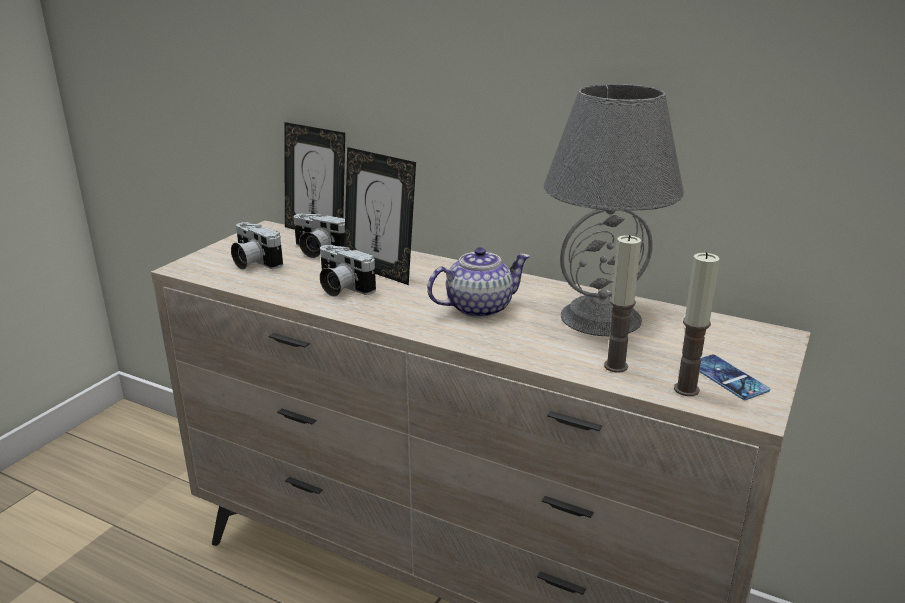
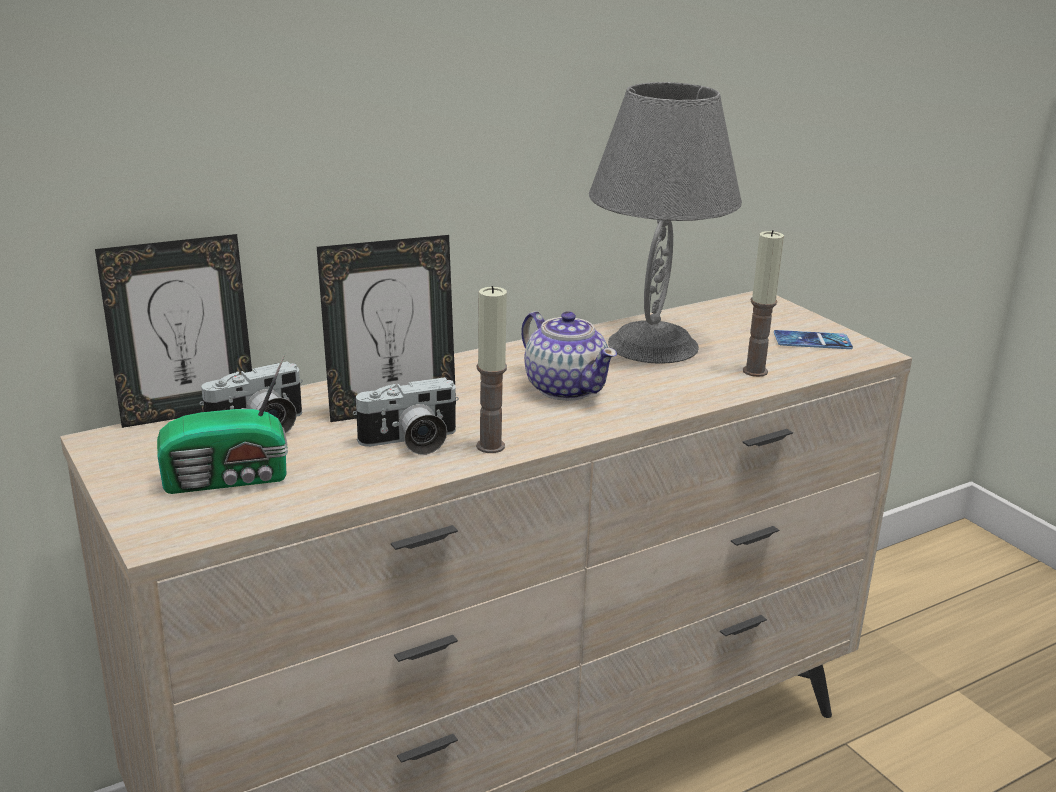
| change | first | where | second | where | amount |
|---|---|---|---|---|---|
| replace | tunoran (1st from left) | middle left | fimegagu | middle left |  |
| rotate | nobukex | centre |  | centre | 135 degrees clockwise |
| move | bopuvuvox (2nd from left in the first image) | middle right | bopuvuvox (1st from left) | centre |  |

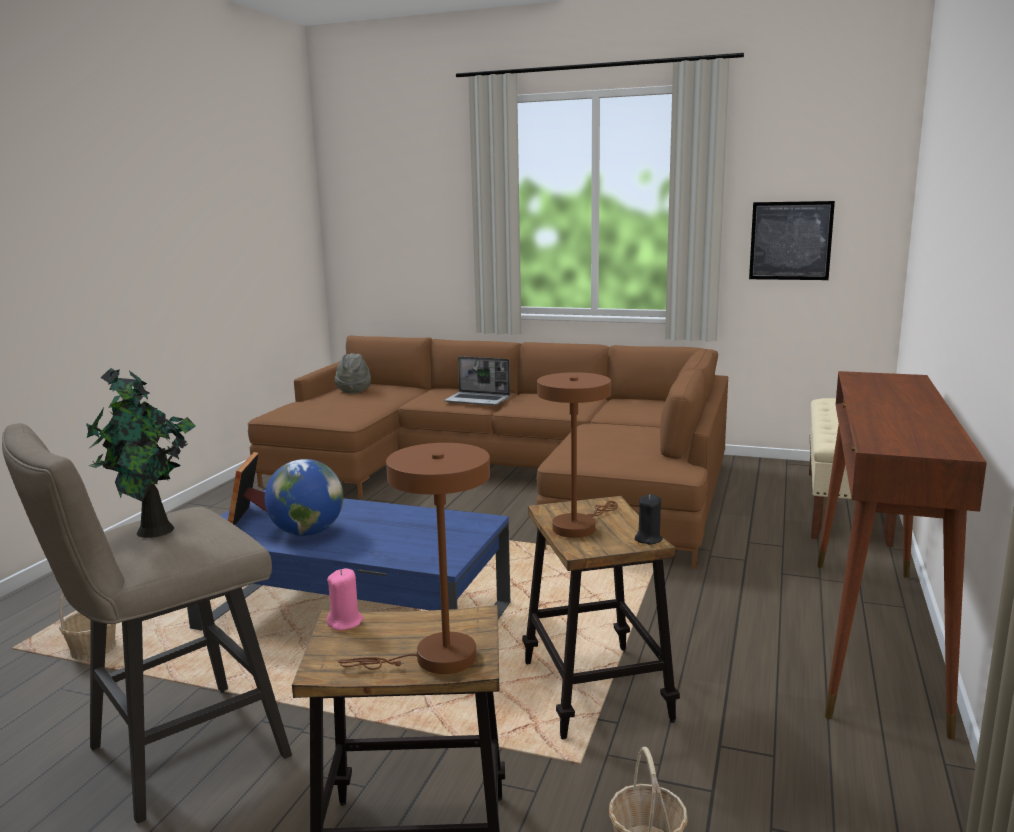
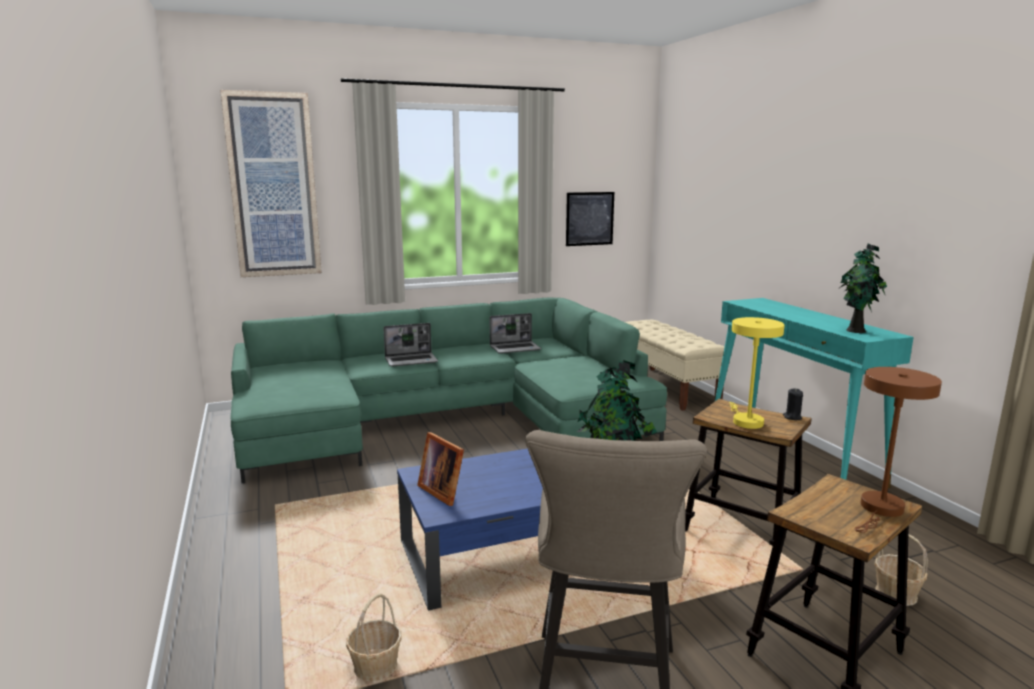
| change | first | where | second | where | amount |
|---|---|---|---|---|---|
| recolor | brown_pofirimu | centre | green_pofirimu | centre |  |
| delete | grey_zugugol | centre |  |  |  |
| recolor | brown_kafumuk | bottom right | turquoise_kafumuk | middle right |  |
| recolor | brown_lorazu (2nd from left) | centre | yellow_lorazu | middle right |  |
| delete | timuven | middle left |  |  |  |
| delete | pink_bopuvuvox | bottom centre |  |  |  |
| insert |  |  | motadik (1st from left) | top left |  |
| insert |  |  | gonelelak (2nd from left) | middle right |  |
| insert |  |  | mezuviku (2nd from left) | centre |  |

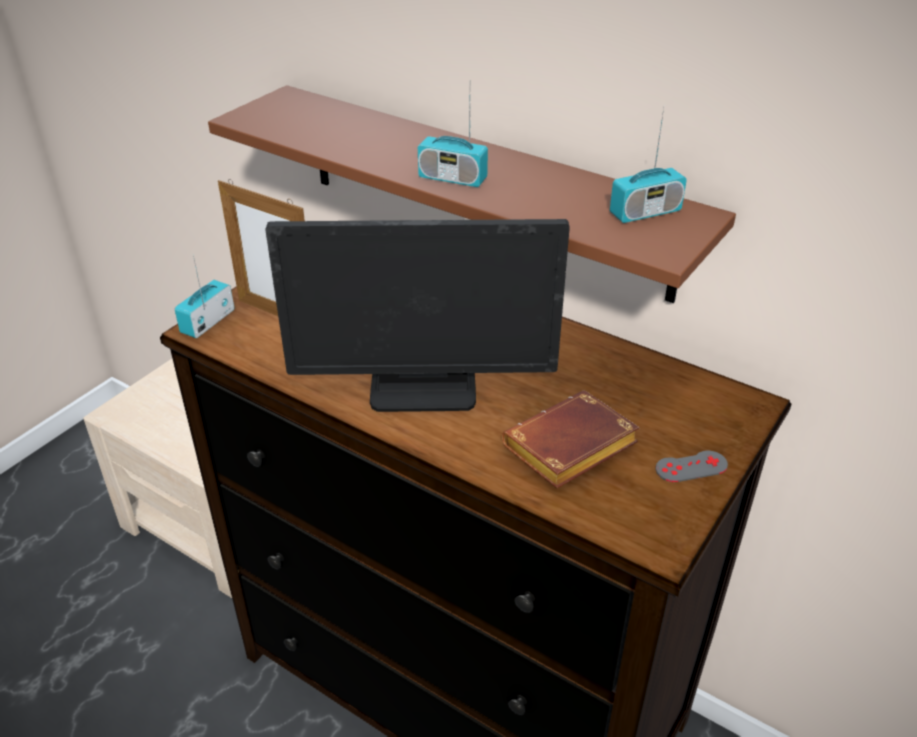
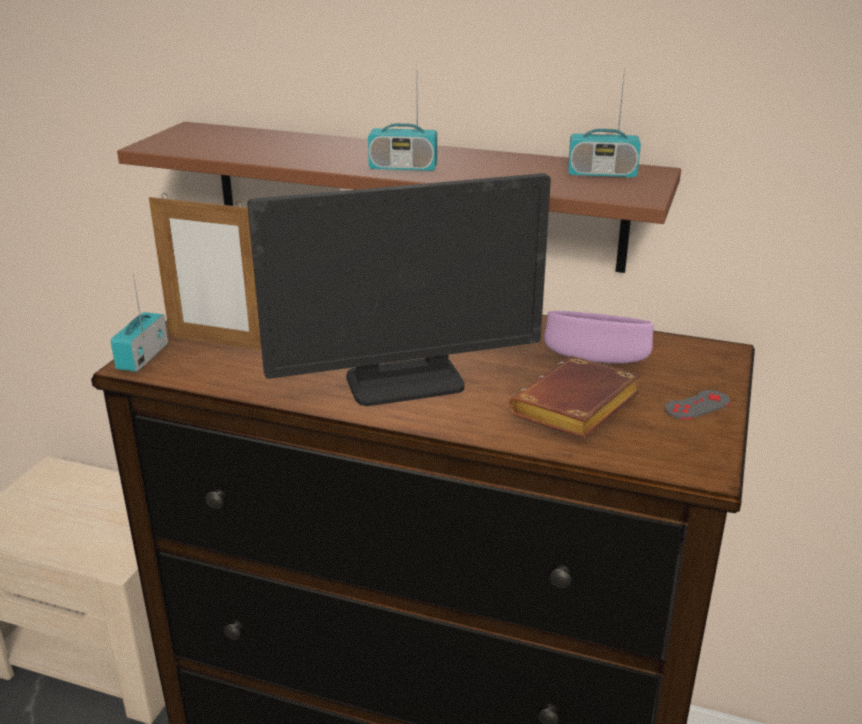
| change | first | where | second | where | amount |
|---|---|---|---|---|---|
| rotate | fimegagu (3rd from left) | top right |  | top right | 45 degrees clockwise |
| insert |  |  | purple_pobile | middle right |  |

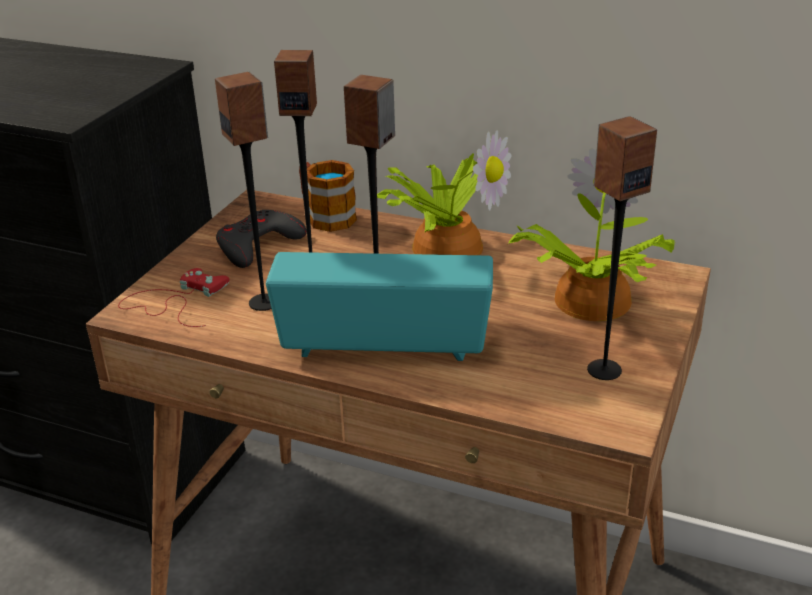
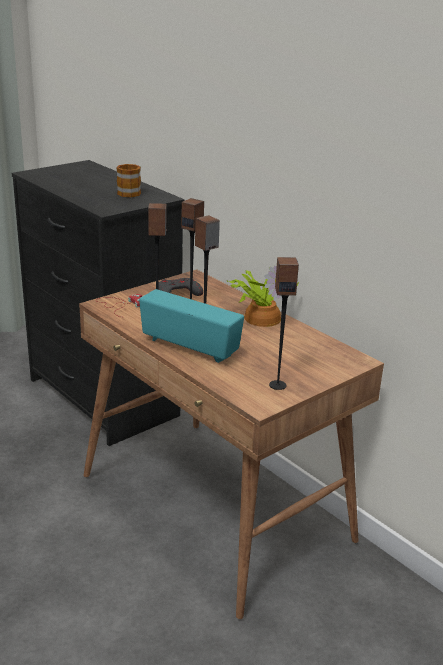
| change | first | where | second | where | amount |
|---|---|---|---|---|---|
| delete | gonelelak (2nd from left) | middle right |  |  |  |
| move | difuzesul | top centre |  | top left |  |

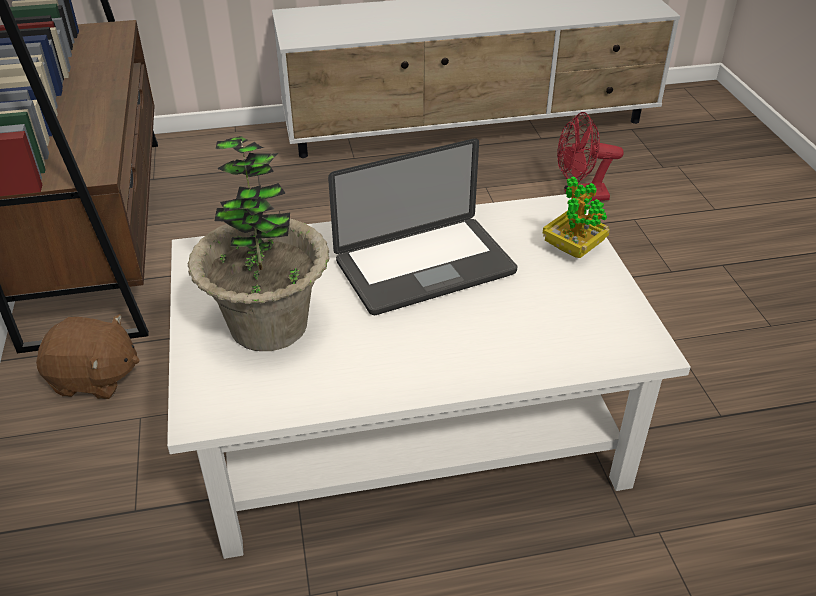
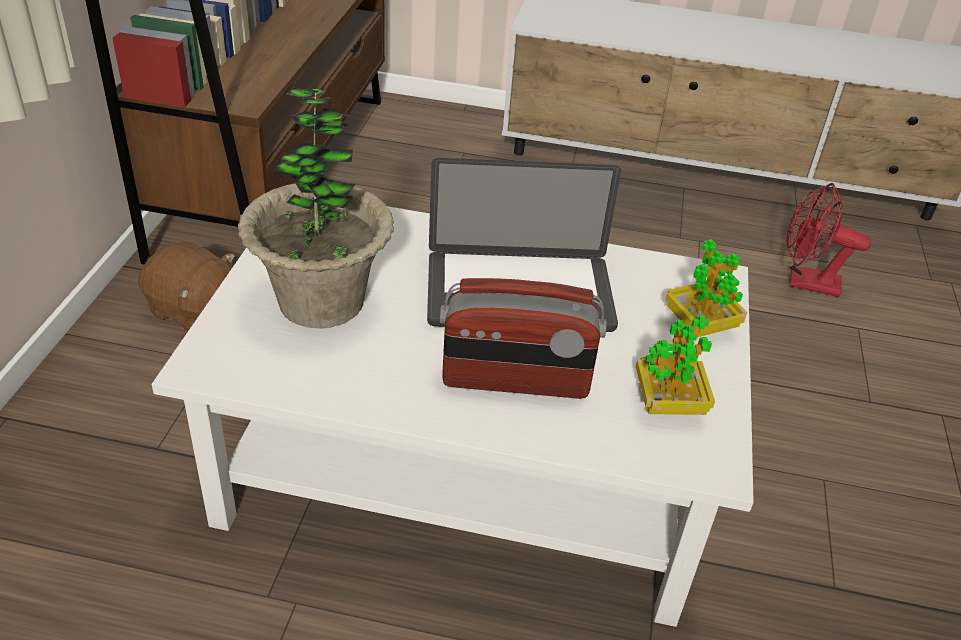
| change | first | where | second | where | amount |
|---|---|---|---|---|---|
| insert |  |  | fimegagu | centre |  |
| insert |  |  | gonelelak (2nd from left) | middle right |  |

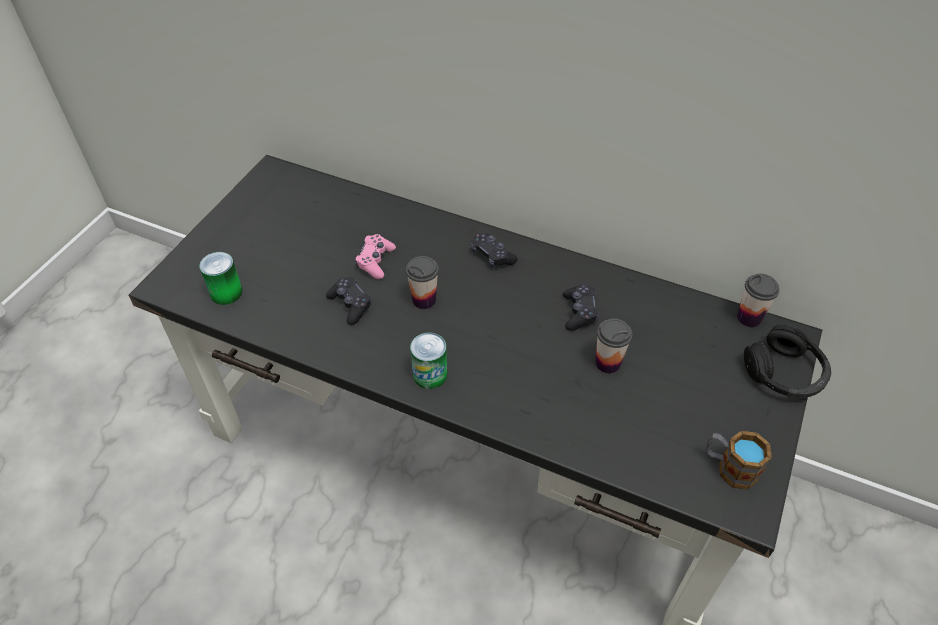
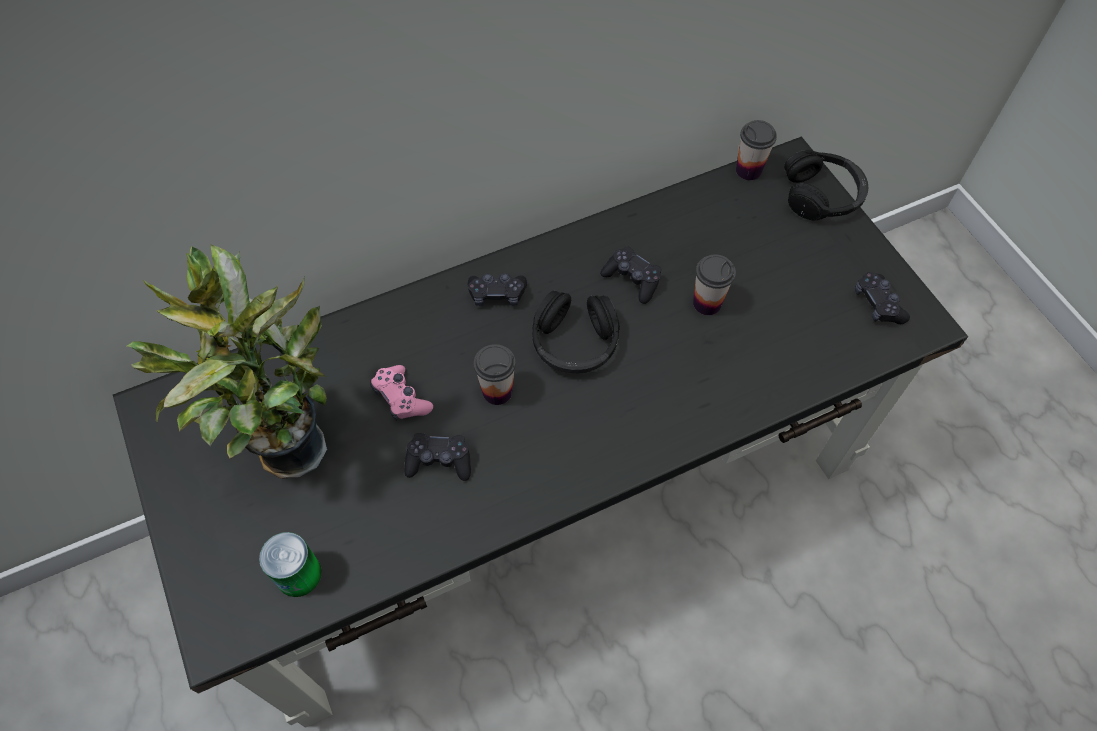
| change | first | where | second | where | amount |
|---|---|---|---|---|---|
| delete | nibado (2nd from left) | centre |  |  |  |
| replace | difuzesul | bottom right | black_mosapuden (4th from left) | middle right |  |
| insert |  |  | gonelelak | middle left |  |
| insert |  |  | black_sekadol (1st from left) | centre |  |

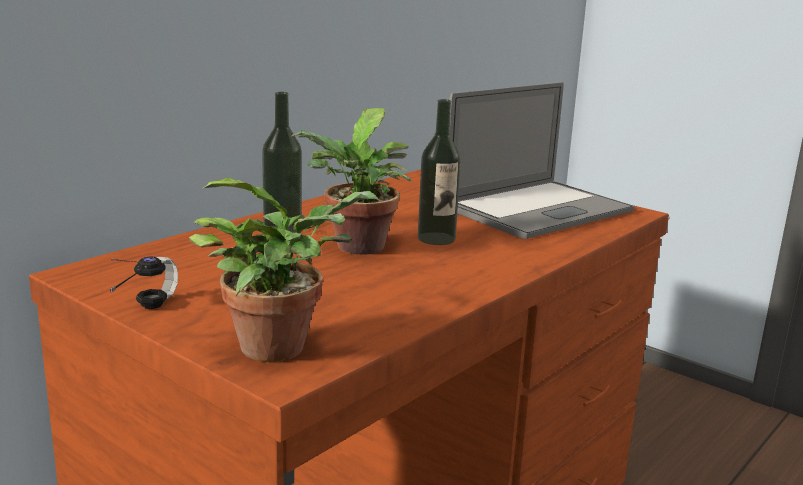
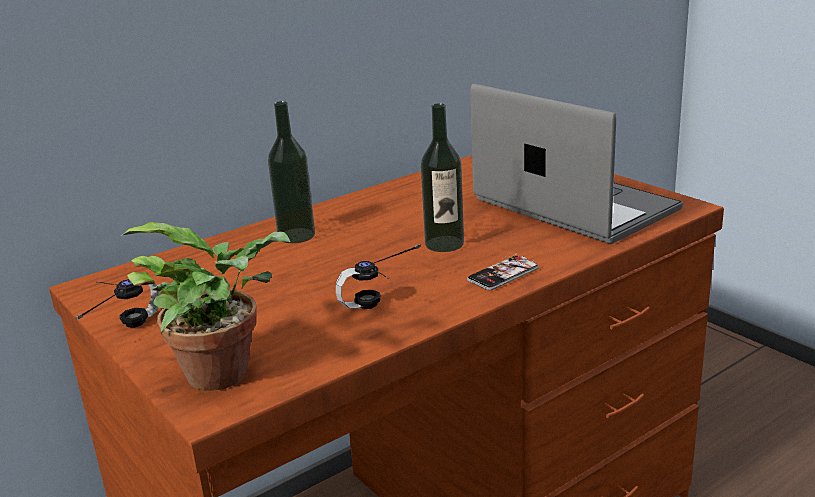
| change | first | where | second | where | amount |
|---|---|---|---|---|---|
| rotate | mezuviku | top right |  | top right | 105 degrees counterclockwise |
| delete | gonelelak (2nd from left) | centre |  |  |  |
| insert |  |  | sekadol (2nd from left) | centre |  |
| insert |  |  | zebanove | centre |  |

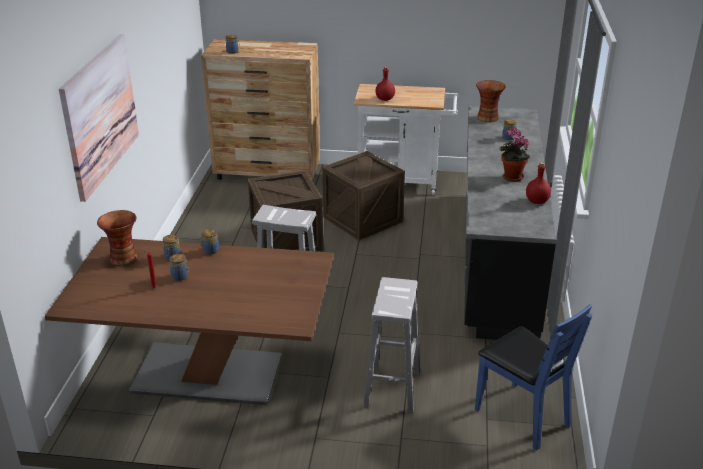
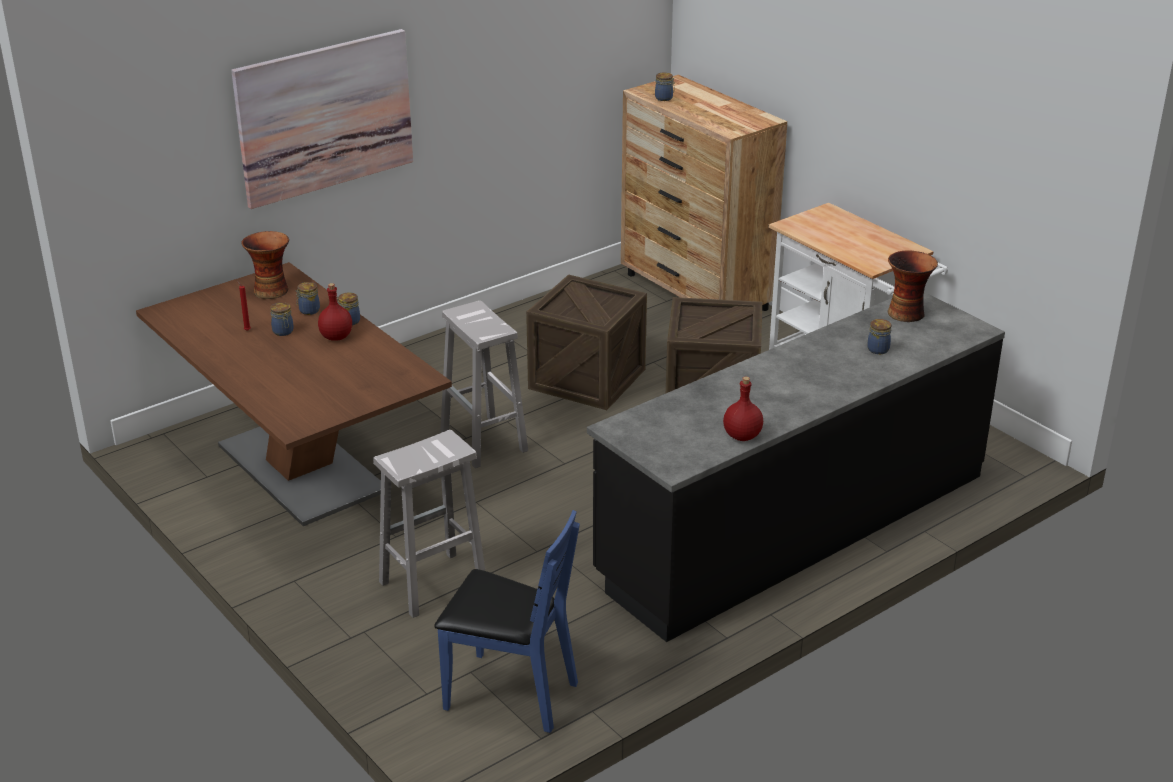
| change | first | where | second | where | amount |
|---|---|---|---|---|---|
| move | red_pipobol (1st from left) | top centre |  | middle left |  |
| delete | gonelelak | top right |  |  |  |
| rotate | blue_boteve | bottom right |  | bottom centre | 75 degrees counterclockwise |

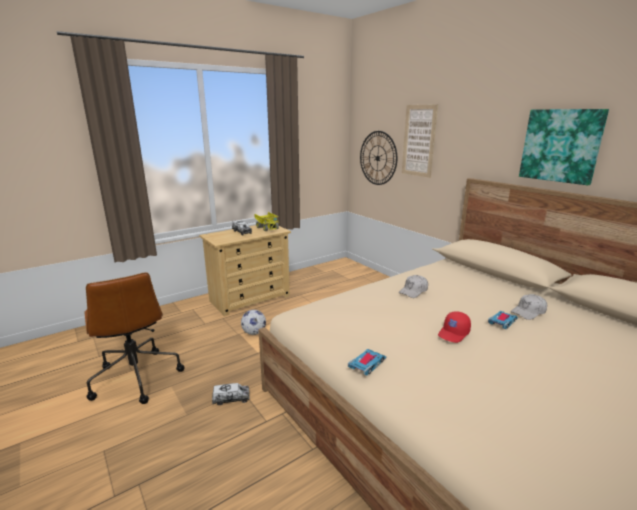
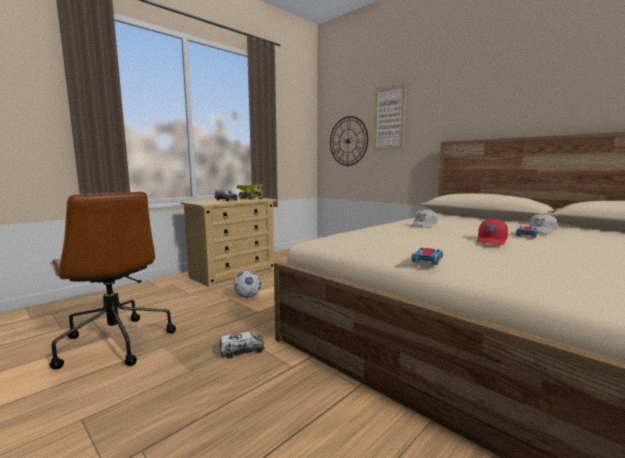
| change | first | where | second | where | amount |
|---|---|---|---|---|---|
| delete | motadik (2nd from left) | top right |  |  |  |

